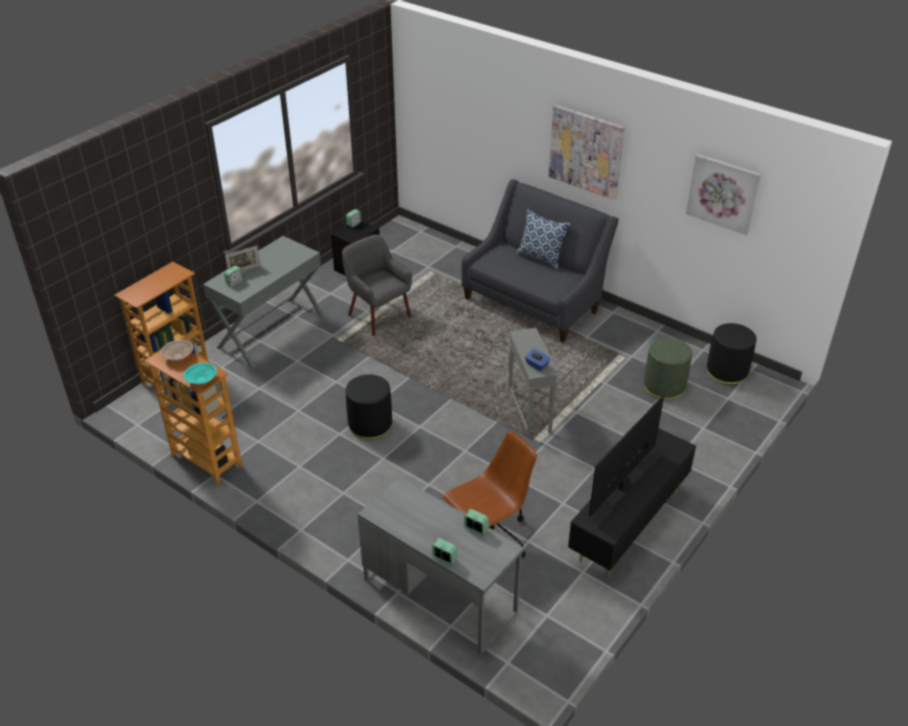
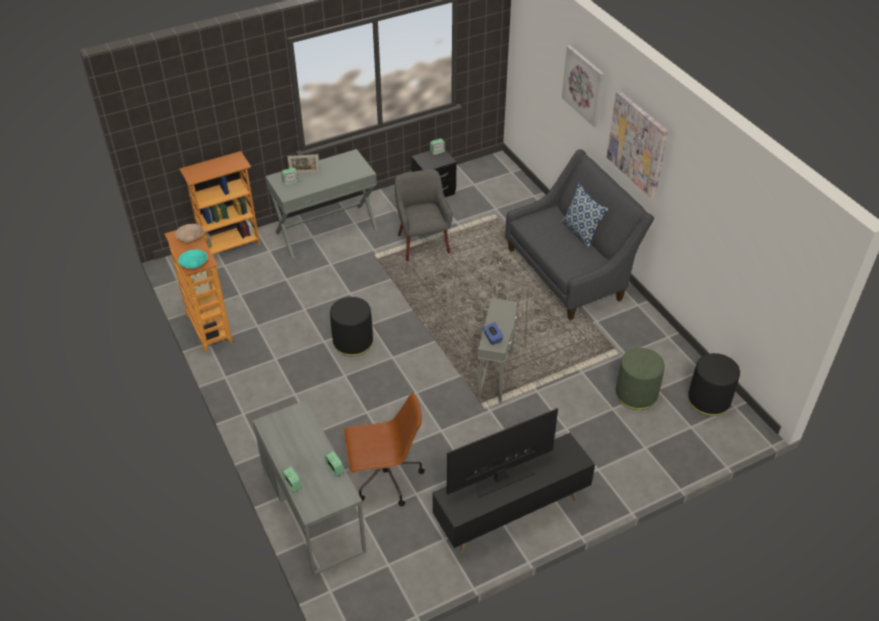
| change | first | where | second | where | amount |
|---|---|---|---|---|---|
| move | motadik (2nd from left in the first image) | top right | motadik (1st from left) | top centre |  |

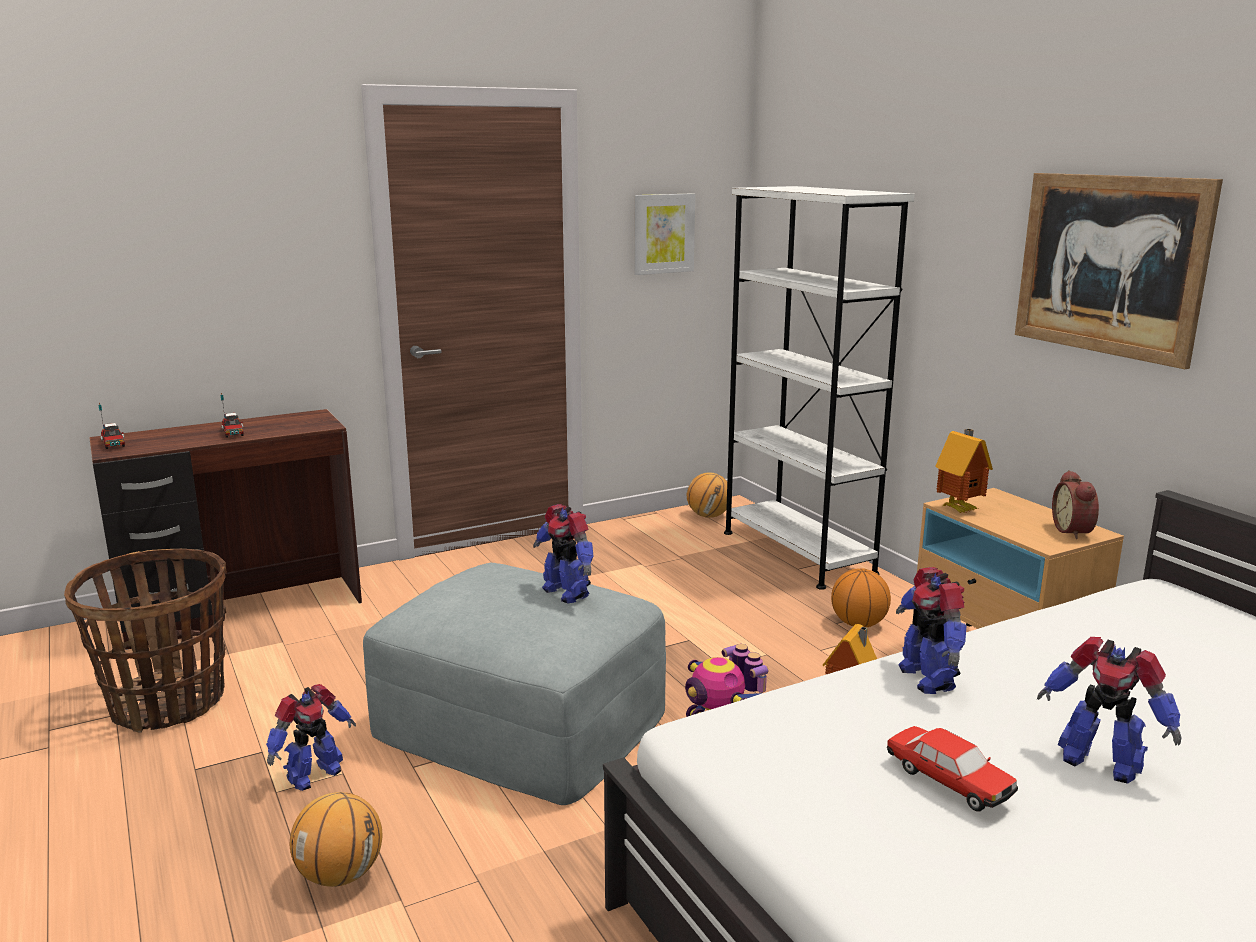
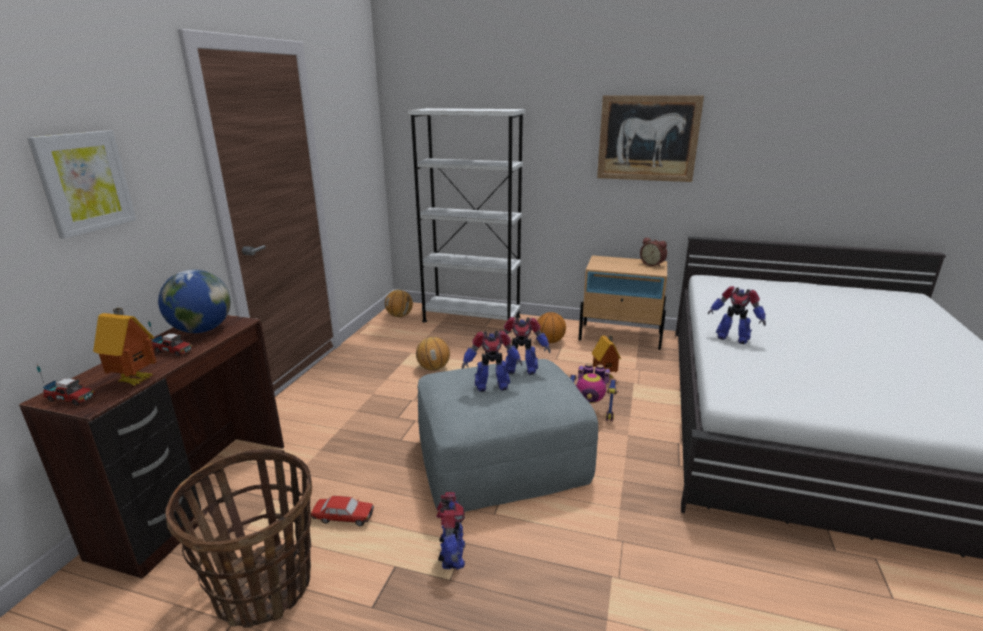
| change | first | where | second | where | amount |
|---|---|---|---|---|---|
| move | motadik (1st from left) | top centre |  | top left |  |
| move | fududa (2nd from left in the first image) | middle right | fududa (1st from left) | middle left |  |
| move | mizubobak (5th from left in the first image) | bottom right | mizubobak (2nd from left) | centre |  |
| move | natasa | bottom right |  | bottom centre |  |
| move | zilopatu (1st from left in the first image) | bottom left | zilopatu (2nd from left) | centre |  |
| insert |  |  | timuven | middle left |  |

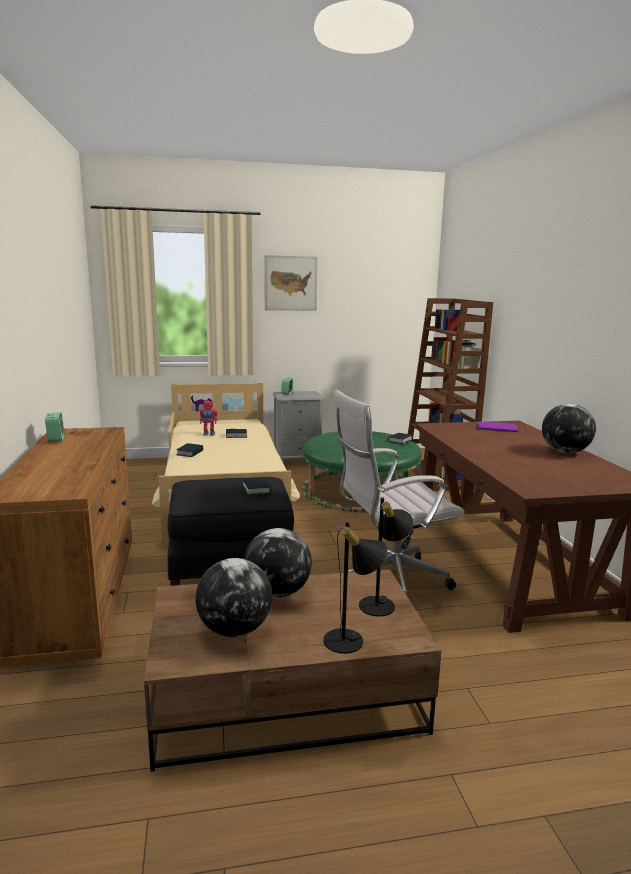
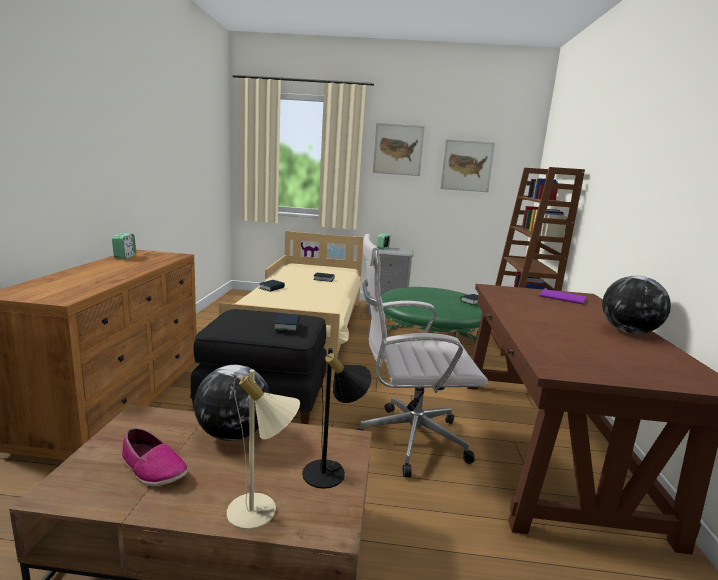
| change | first | where | second | where | amount |
|---|---|---|---|---|---|
| delete | mizubobak | middle left |  |  |  |
| recolor | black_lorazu (1st from left) | bottom centre | beige_lorazu | bottom centre |  |
| replace | timuven (1st from left) | bottom centre | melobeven | bottom left |  |
| insert |  |  | motadik (2nd from left) | top centre |  |

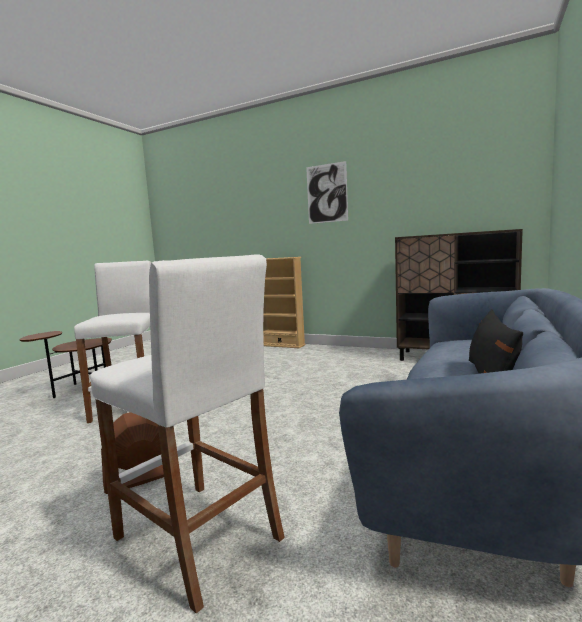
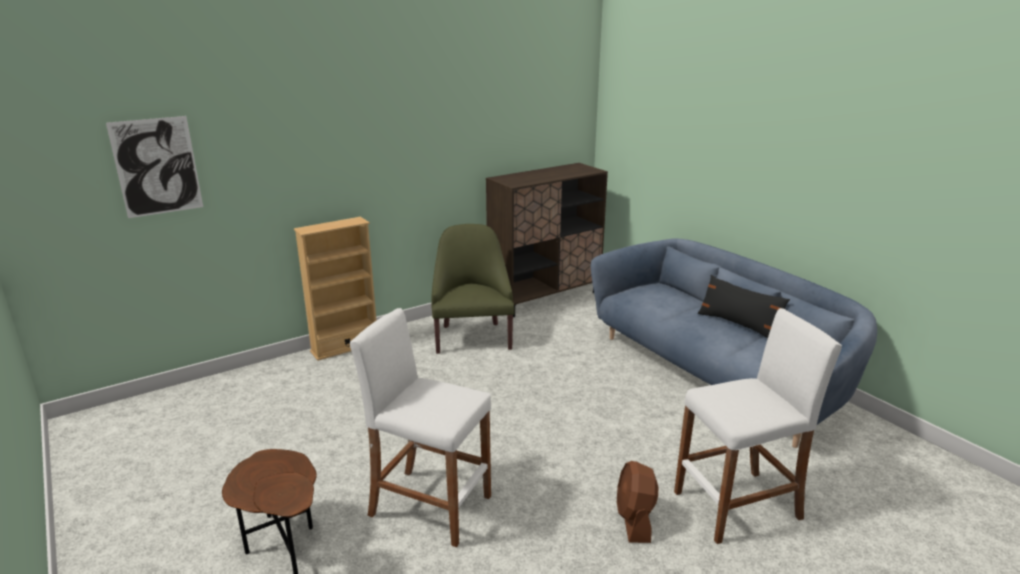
| change | first | where | second | where | amount |
|---|---|---|---|---|---|
| move | motadik | top centre |  | top left |  |
| insert |  |  | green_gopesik | centre |  |

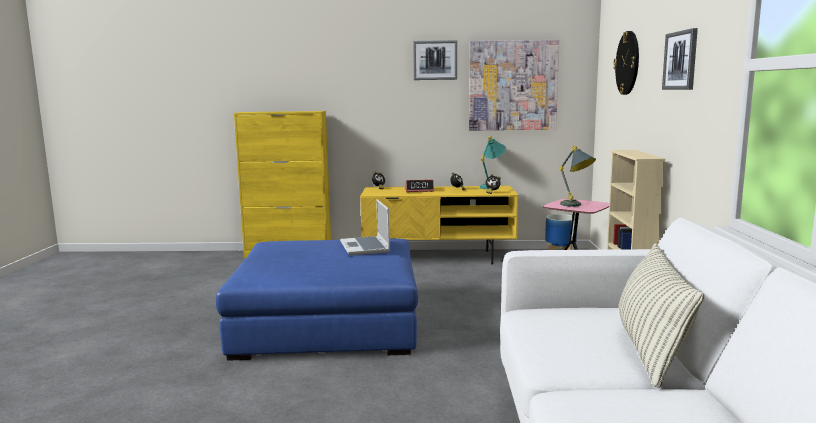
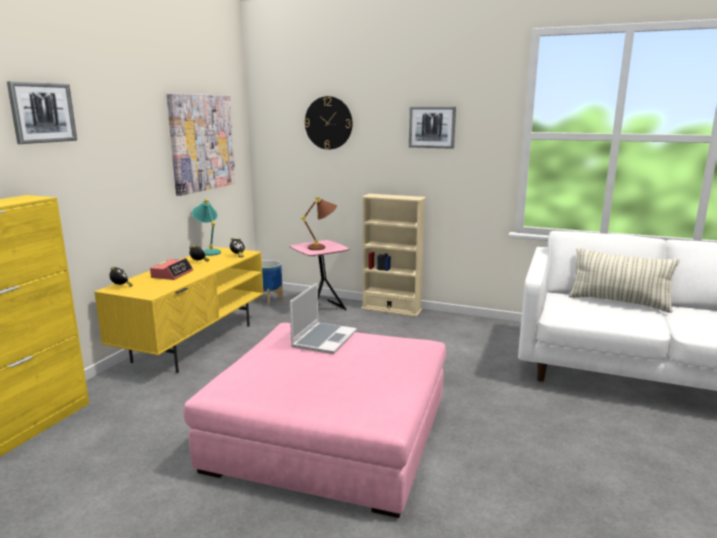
| change | first | where | second | where | amount |
|---|---|---|---|---|---|
| move | motadik (1st from left) | top centre |  | top left |  |
| recolor | grey_lorazu | middle right | brown_lorazu | centre |  |
| rotate | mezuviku | centre |  | centre | 75 degrees counterclockwise |
| recolor | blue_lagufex | bottom centre | pink_lagufex | bottom centre |  |

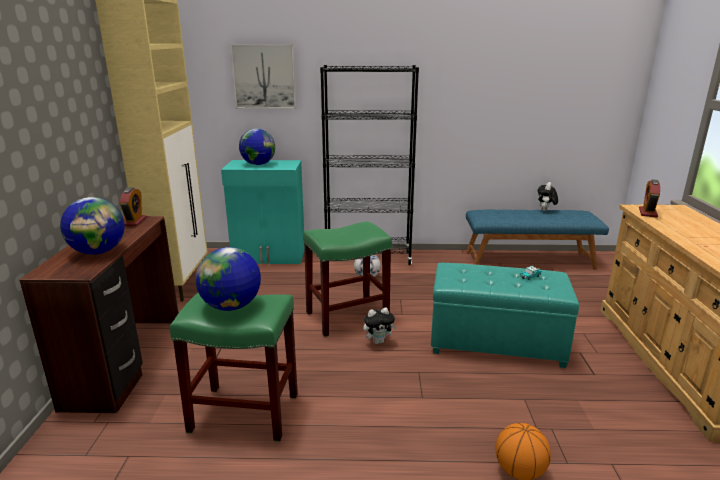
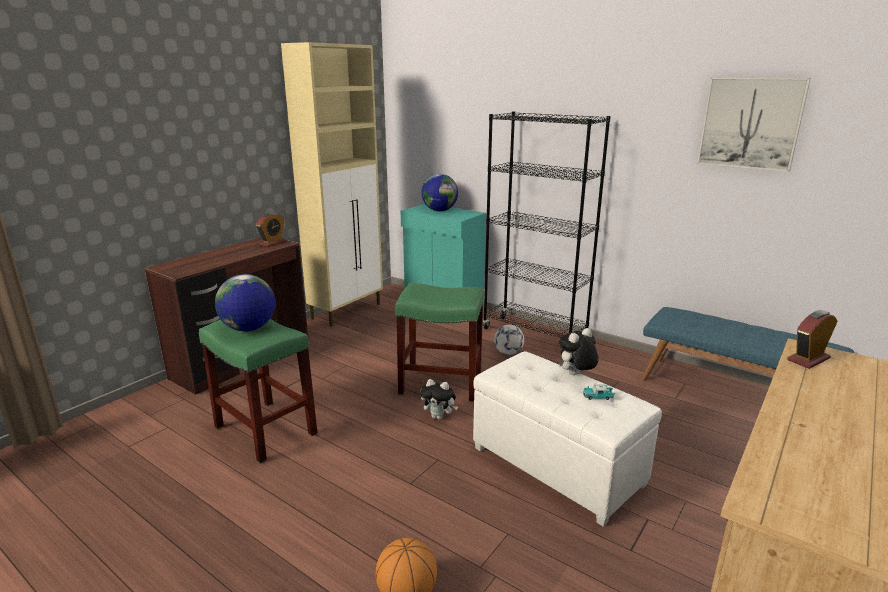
| change | first | where | second | where | amount |
|---|---|---|---|---|---|
| move | motadik | top centre |  | top right |  |
| move | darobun (2nd from left) | middle right |  | centre |  |
| delete | timuven (1st from left) | middle left |  |  |  |
| recolor | turquoise_lagufex | middle right | white_lagufex | bottom centre |  |

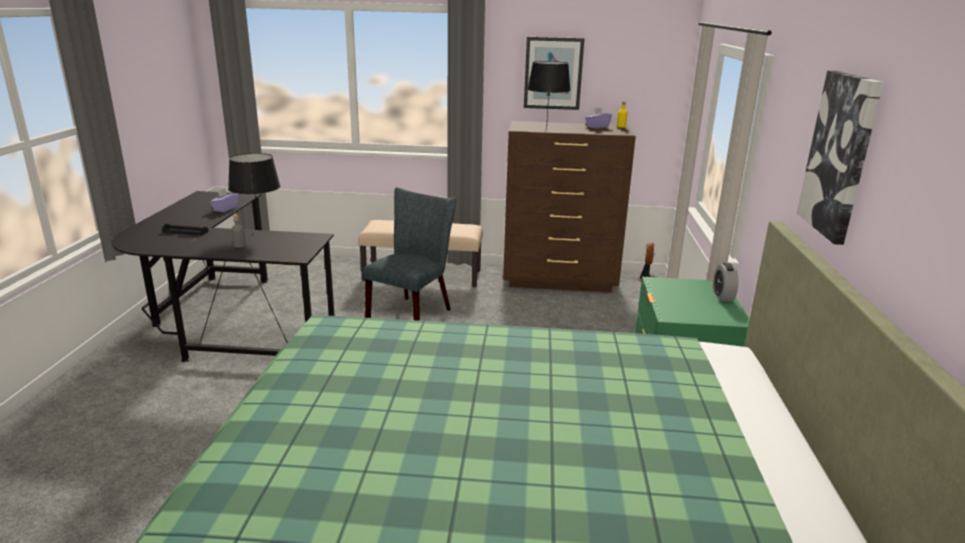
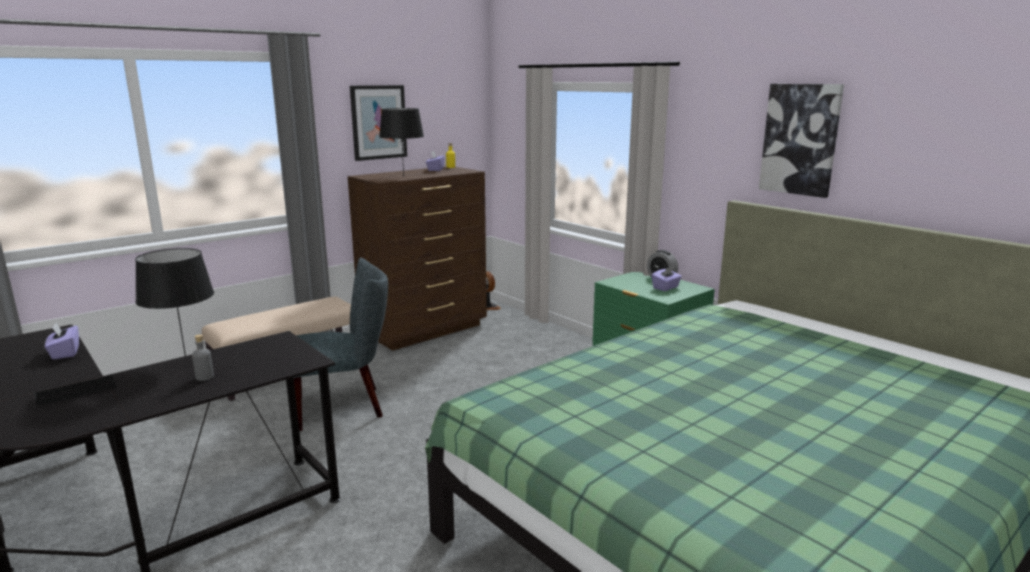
| change | first | where | second | where | amount |
|---|---|---|---|---|---|
| rotate | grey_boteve | centre |  | middle left | 90 degrees clockwise |
| insert |  |  | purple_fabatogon (3rd from left) | centre |  |

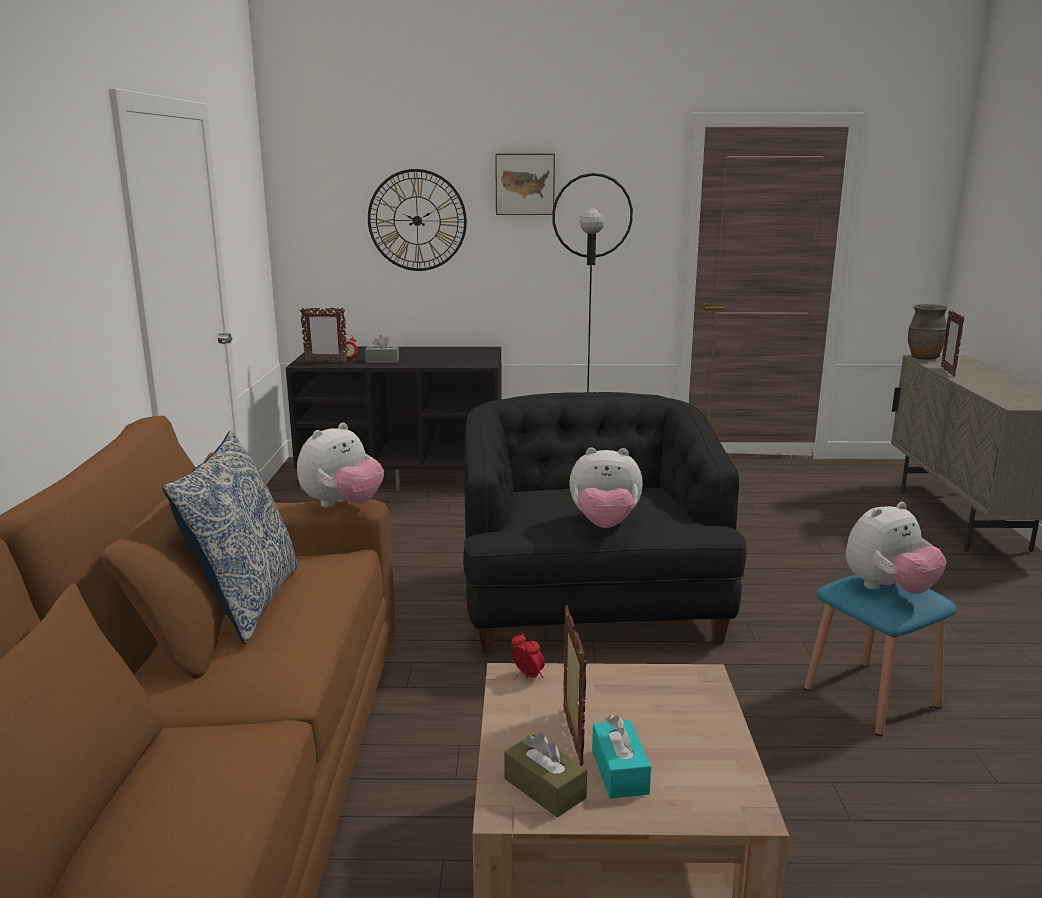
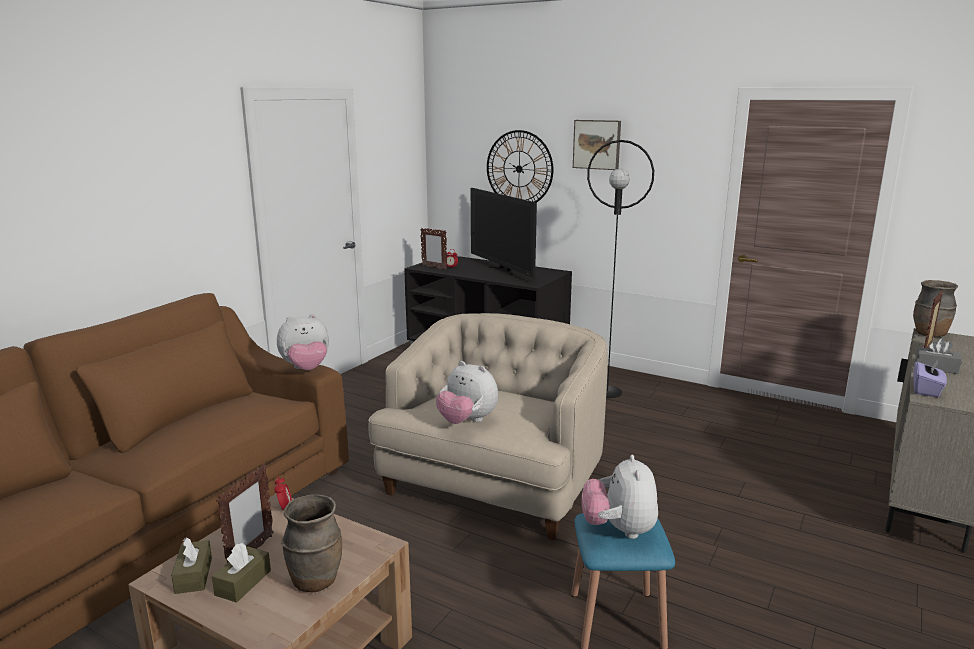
| change | first | where | second | where | amount |
|---|---|---|---|---|---|
| move | grey_fabatogon | centre |  | middle right |  |
| recolor | black_gopesik | centre | beige_gopesik | centre |  |
| delete | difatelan | middle left |  |  |  |
| rotate | darobun (3rd from left) | middle right |  | bottom centre | 90 degrees clockwise |
| recolor | turquoise_fabatogon | bottom centre | brown_fabatogon (2nd from left) | bottom left |  |
| insert |  |  | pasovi | centre |  |
| insert |  |  | purple_fabatogon | middle right |  |
| insert |  |  | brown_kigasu (1st from left) | bottom left |  |

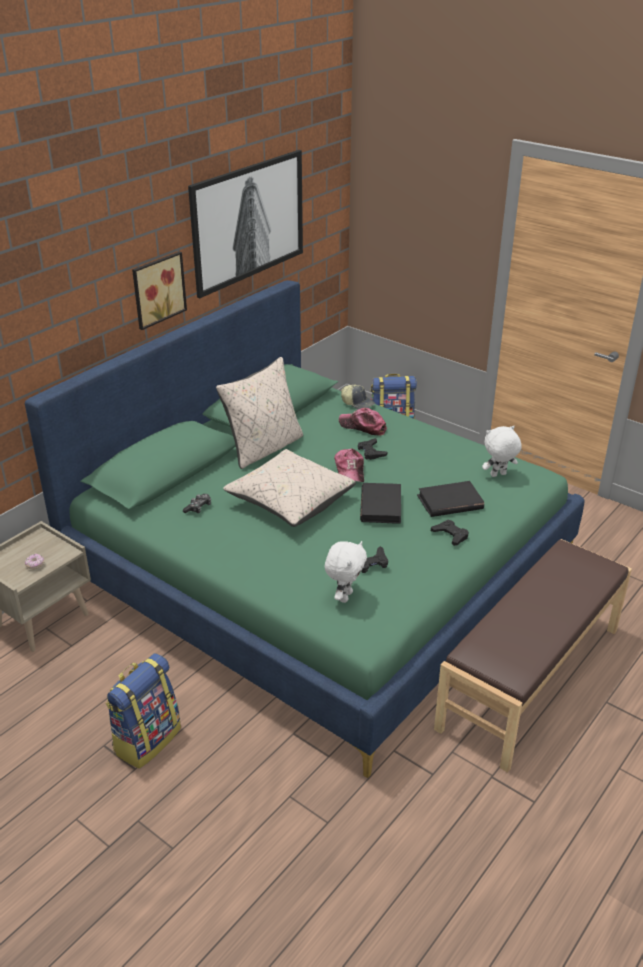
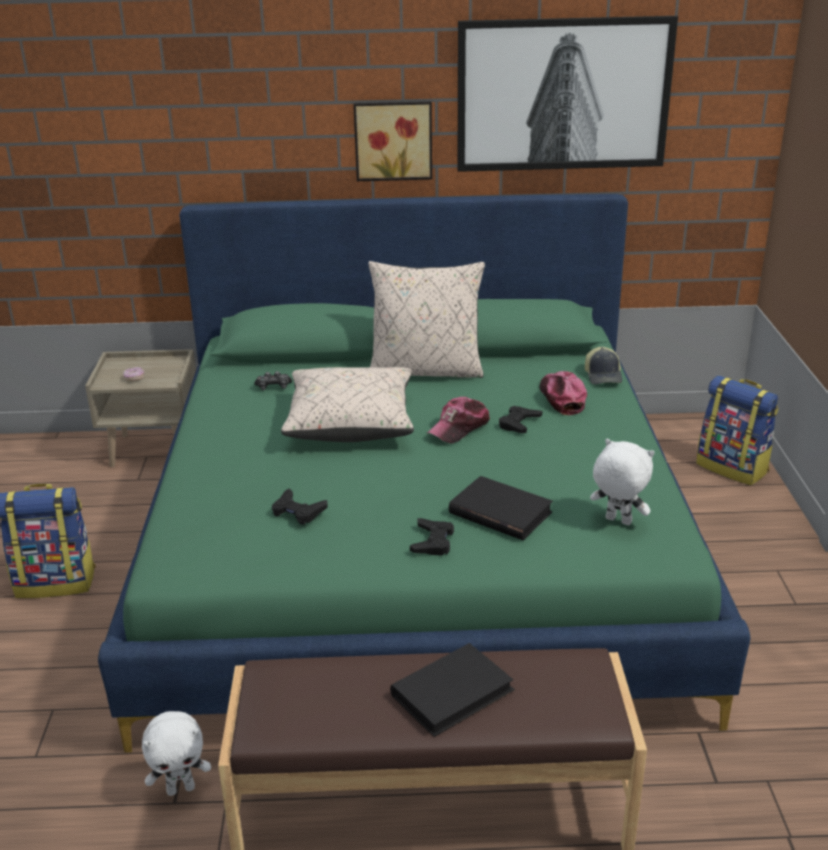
| change | first | where | second | where | amount |
|---|---|---|---|---|---|
| move | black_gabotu (1st from left) | centre |  | bottom centre |  |
| move | white_darobun (1st from left) | centre |  | bottom left |  |

